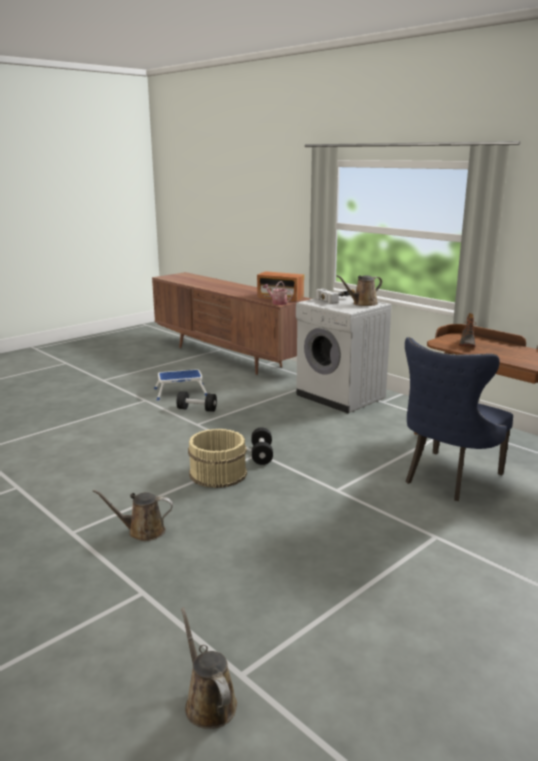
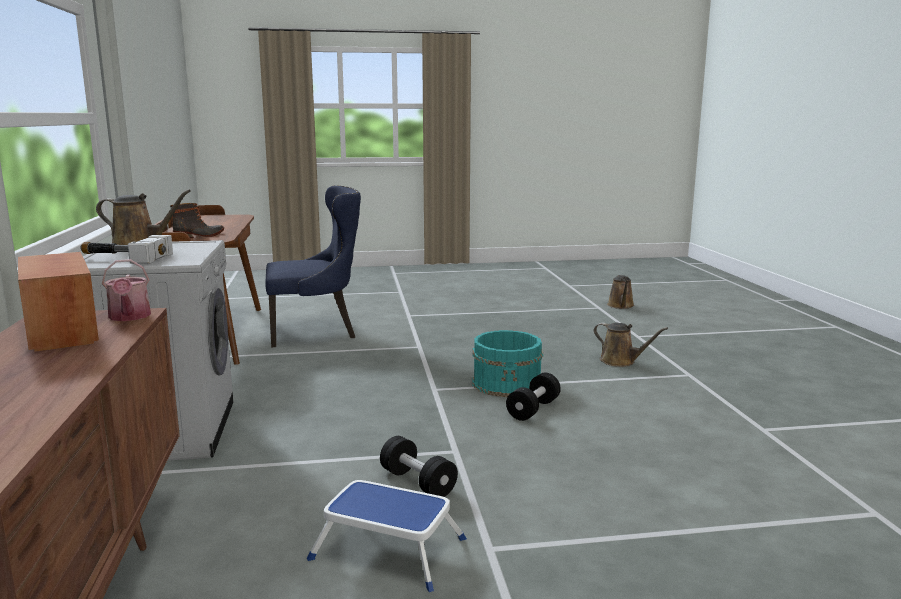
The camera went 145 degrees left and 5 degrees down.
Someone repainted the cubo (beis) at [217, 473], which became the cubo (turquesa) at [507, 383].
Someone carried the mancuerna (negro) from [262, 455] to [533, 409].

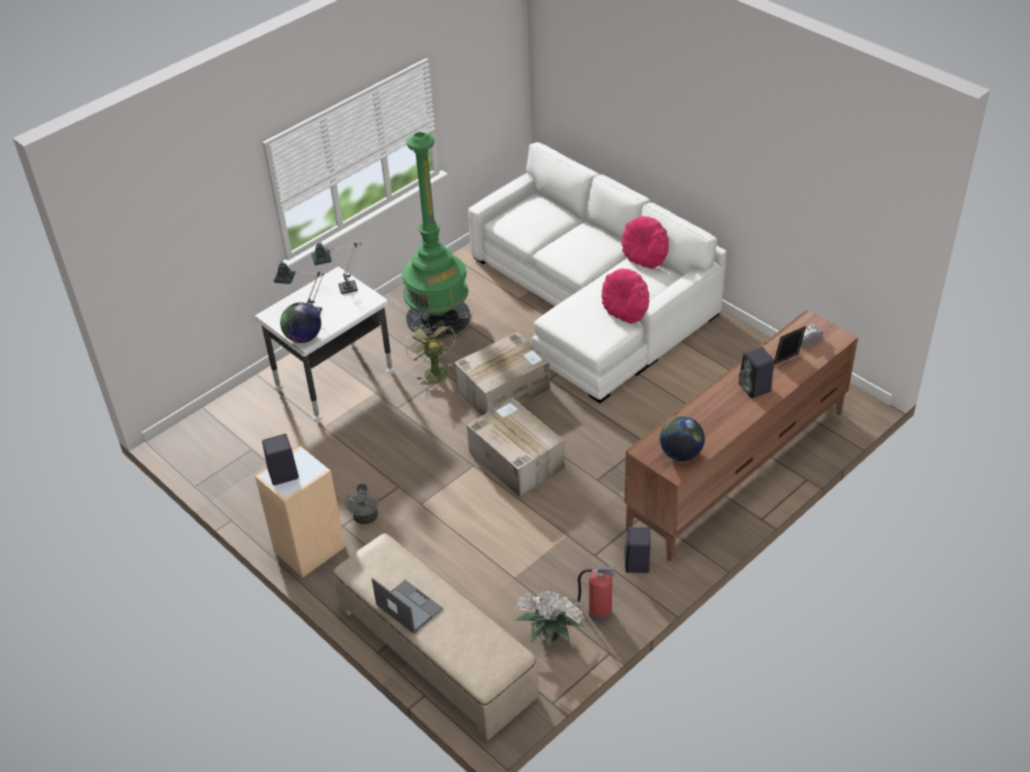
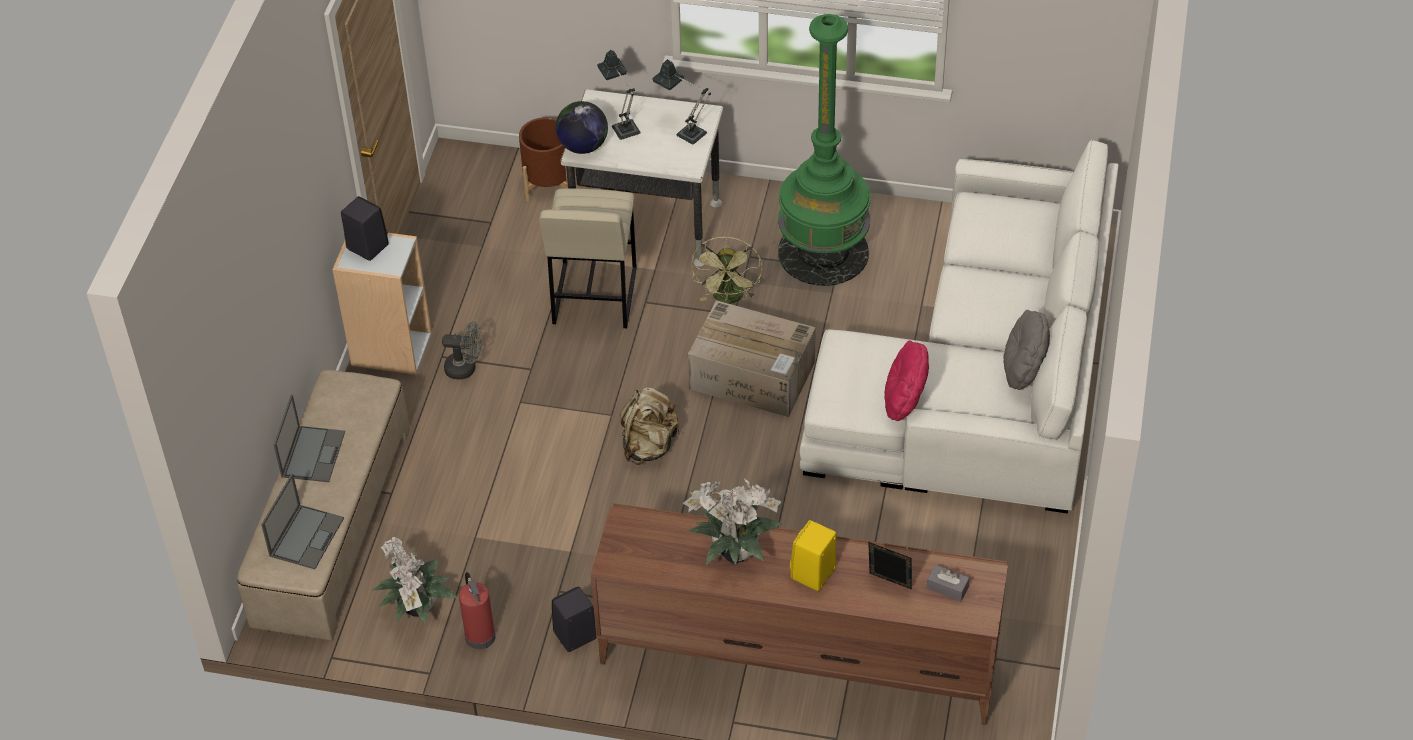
The camera went 55 degrees right and 5 degrees up.
Someone rotated the ventilador (gris) at [365, 518] by 135 degrees counterclockwise.
Someone rotated the ventilador (verde) at [433, 371] by 150 degrees clockwise.
Someone swapped the caja de cartón at [515, 459] for the mochila (beis) at [649, 446].
Someone repainted the cojín (rosa) at [644, 260], which became the cojín (gris) at [1023, 372].
Someone took away the globo terráqueo at [681, 454].
Someone repainted the altavoz (negro) at [755, 388], which became the altavoz (amarillo) at [812, 574].
Someone put down the portátil at [307, 536].
Someone put down the maceta (marrón) at [548, 184].
Someone put down the silla (beis) at [594, 298].
Someone put down the planta en maceta at [732, 553].

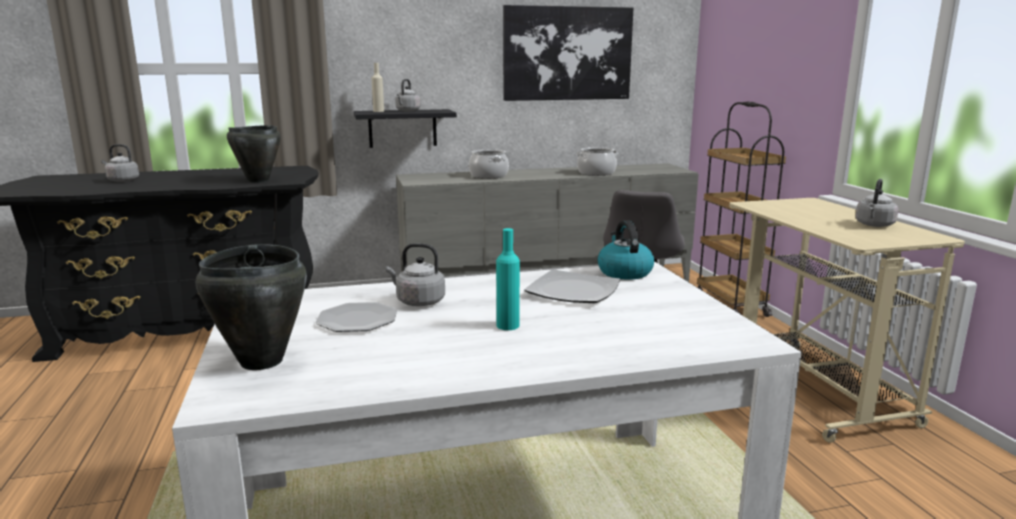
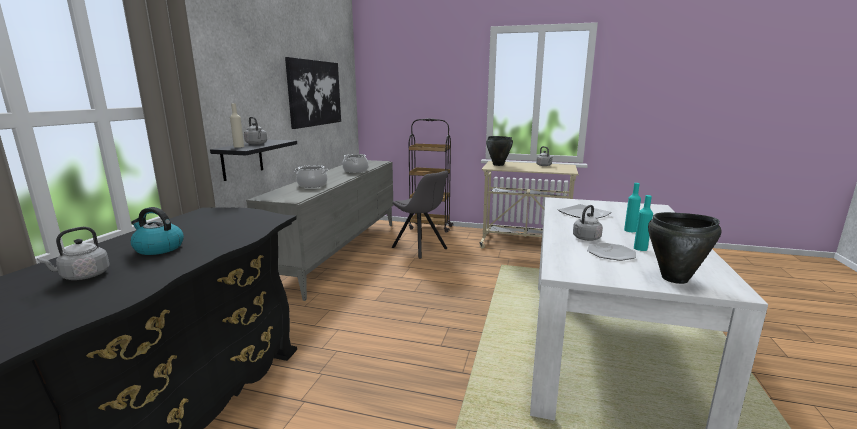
The camera went 60 degrees left and 0 degrees up.
Someone carried the olla (negro) from [257, 180] to [498, 165].
Someone carried the hervidor from [624, 272] to [158, 248].
Someone put down the botella (turquesa) at [640, 248].

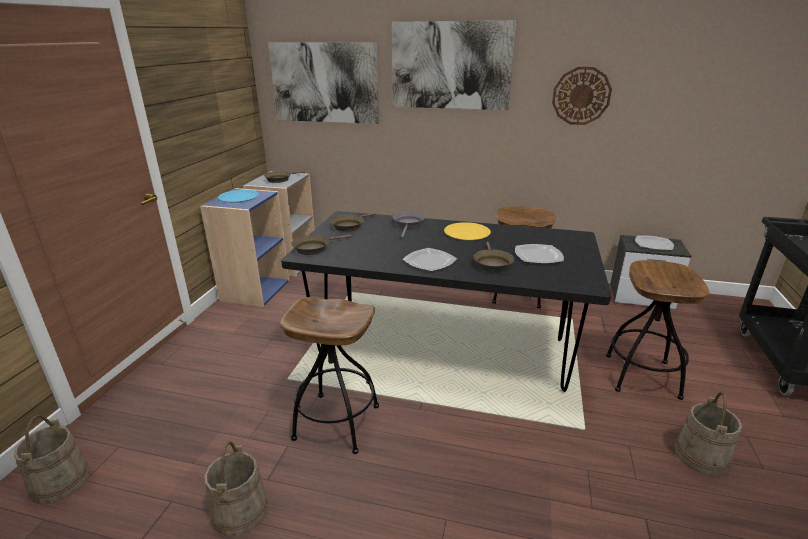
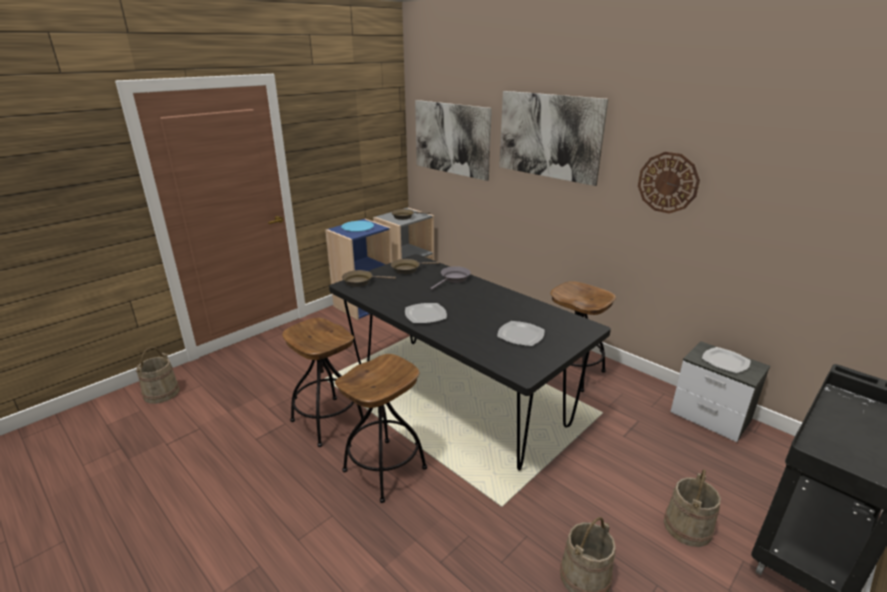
The camera went 30 degrees right and 0 degrees up.
Someone carried the cubo (beis) from [239, 511] to [687, 527].
Someone took away the plato (amarillo) at [467, 232].
Someone took away the sartén (marrón) at [492, 263].
Someone carried the taburete (marrón) from [642, 376] to [384, 469].

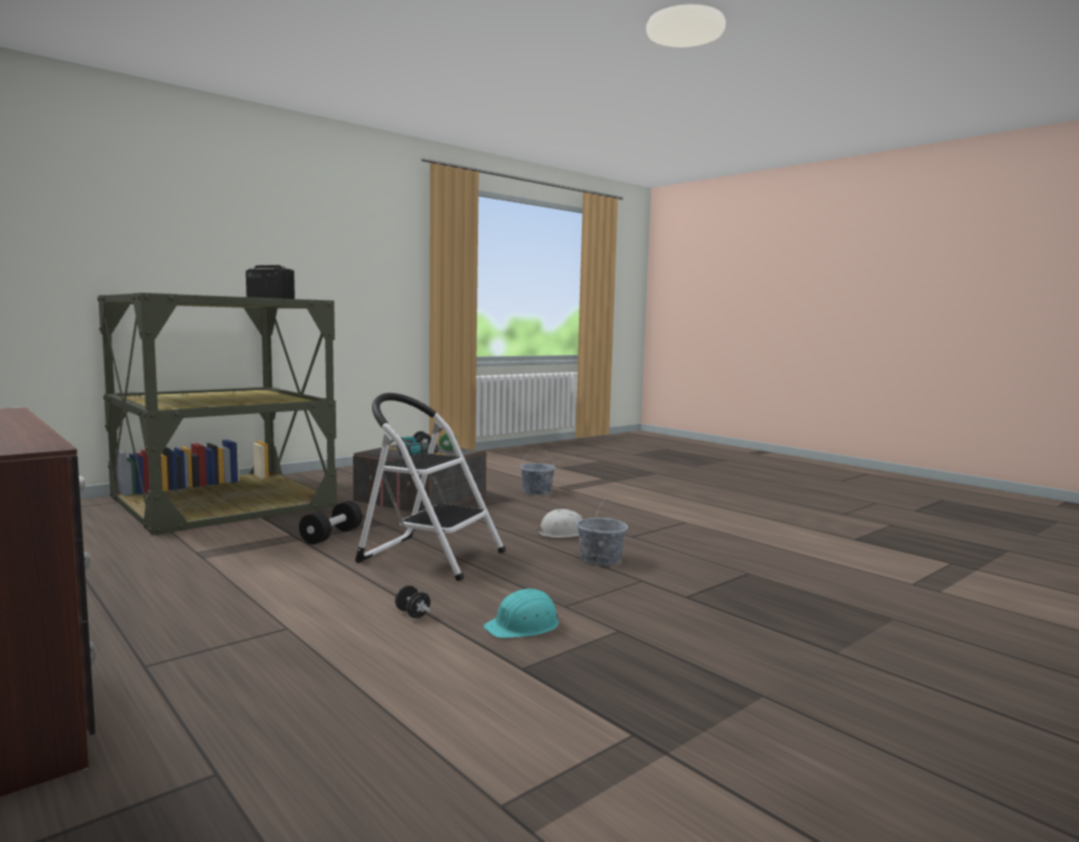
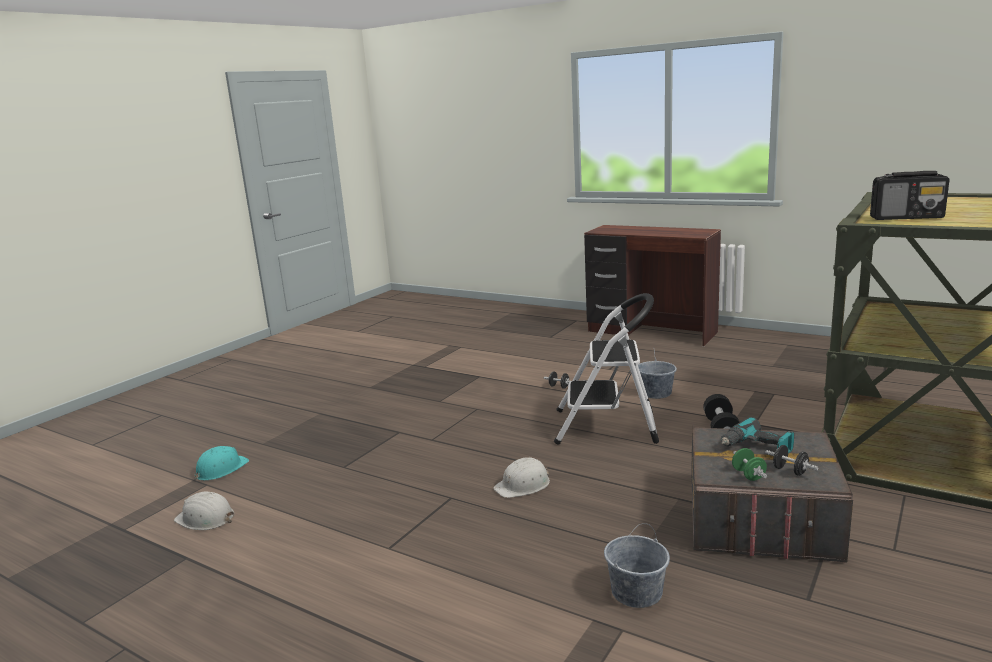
The camera went 165 degrees right and 10 degrees up.
Someone carried the casco (turquesa) from [523, 626] to [221, 469].
Someone carried the cubo (gris) from [600, 559] to [655, 393].
Someone put down the casco (blanco) at [205, 518].

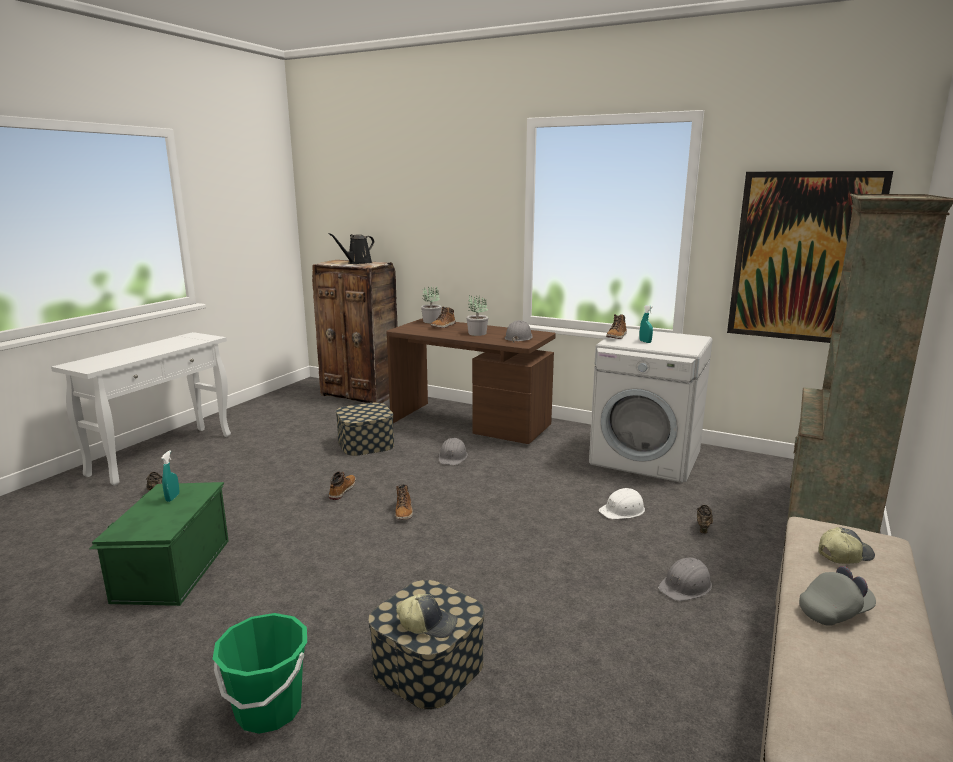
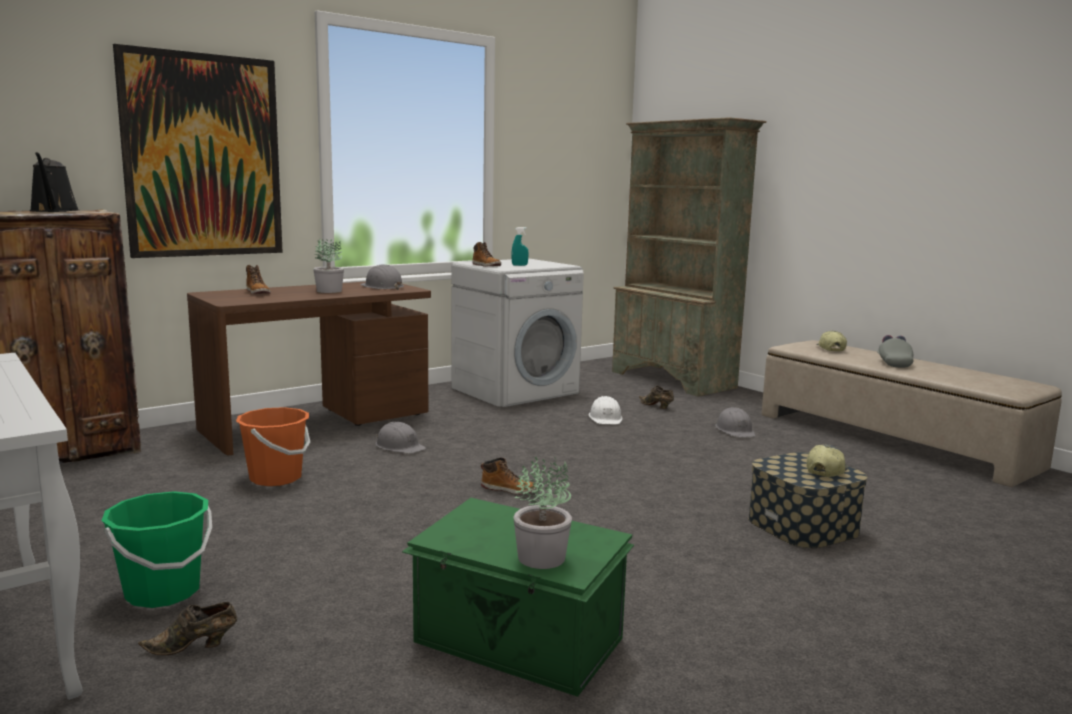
The camera went 65 degrees left and 5 degrees down.
Someone took away the pulverizador (turquesa) at [172, 498].
Someone carried the cubo (verde) from [269, 709] to [163, 592].
Someone took away the bota at [342, 490].
Someone swapped the caja de almacenaje at [366, 443] for the cubo (naranja) at [276, 478].
Someone carried the planta en maceta from [431, 321] to [542, 557].
Someone carried the cuadro from [803, 258] to [203, 156].

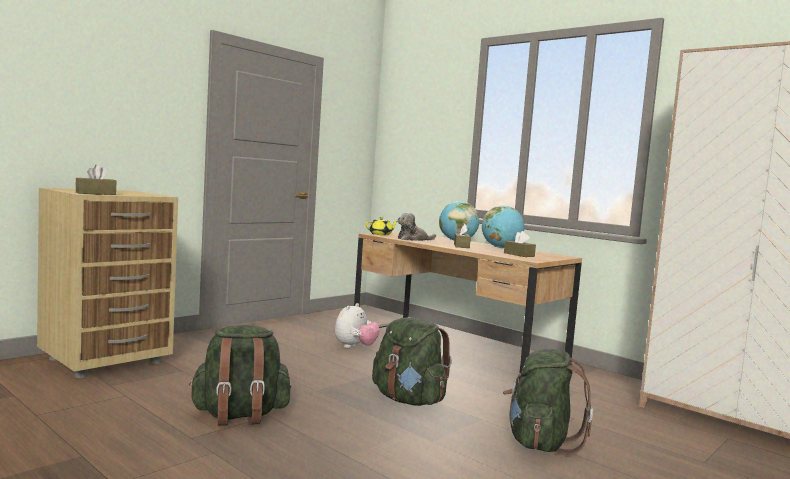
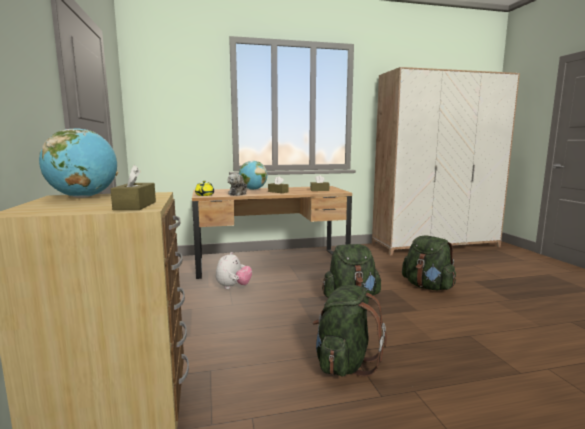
The camera went 55 degrees left and 5 degrees up.
Someone rotated the peluche at [355, 347] by 45 degrees clockwise.
Someone carried the globo terráqueo from [501, 248] to [84, 197].

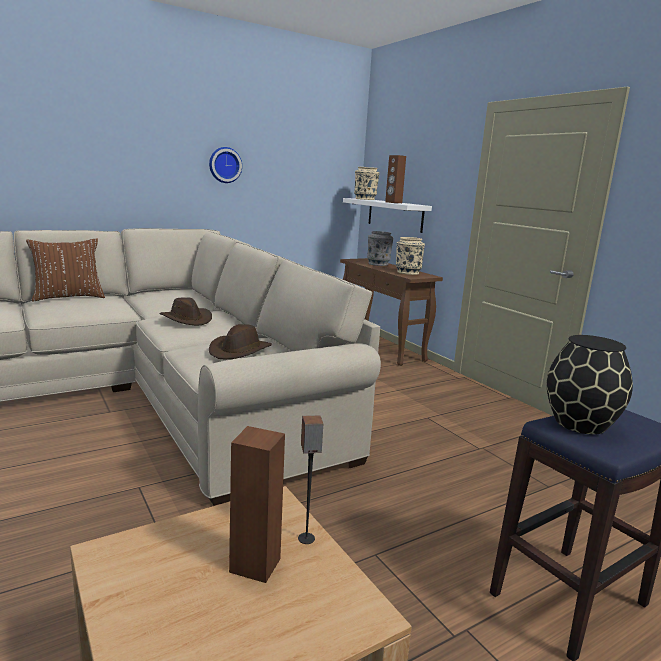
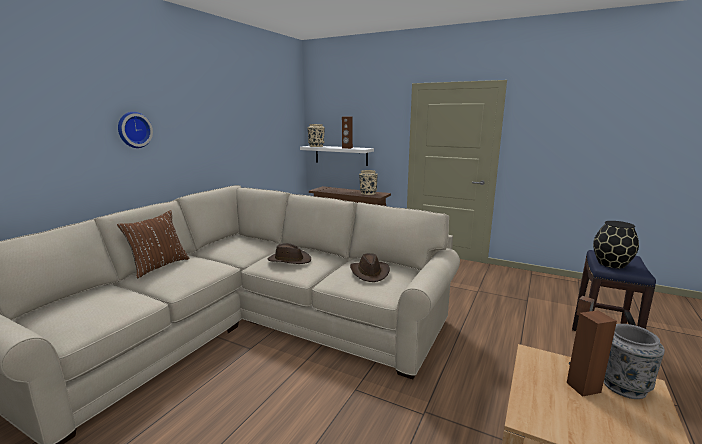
The camera went 30 degrees left and 0 degrees up.
Someone carried the reloj de pared from [224, 165] to [133, 130].
Someone carried the florero (gris) from [378, 264] to [623, 385].

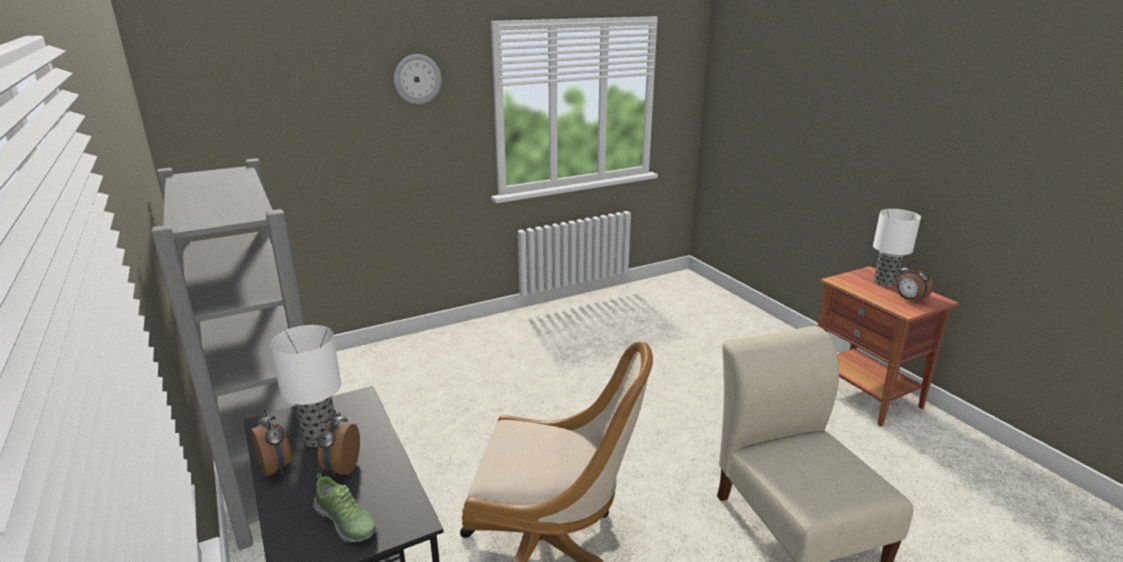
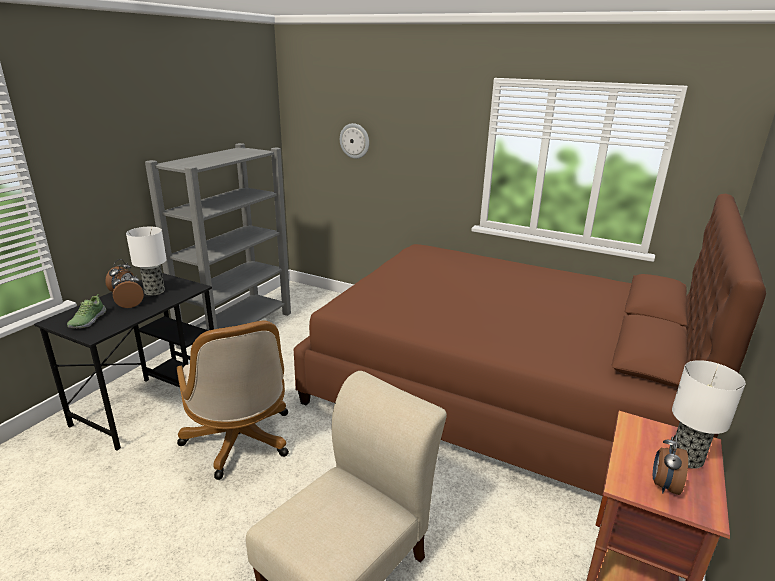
The camera went 55 degrees right and 0 degrees up.
Someone carried the reloj de pared from [417, 79] to [355, 141].
Someone put down the cama (marrón) at [499, 391].

